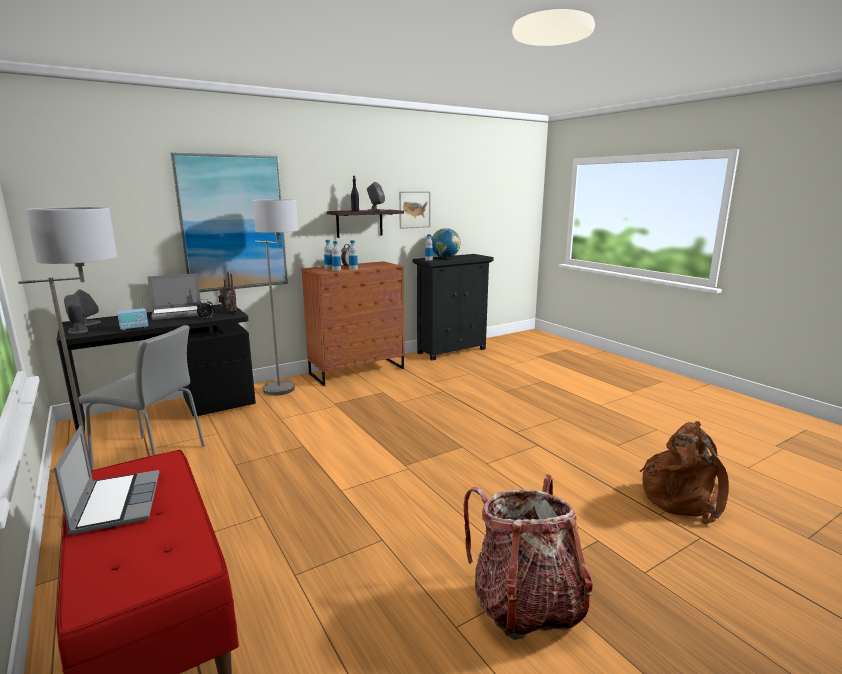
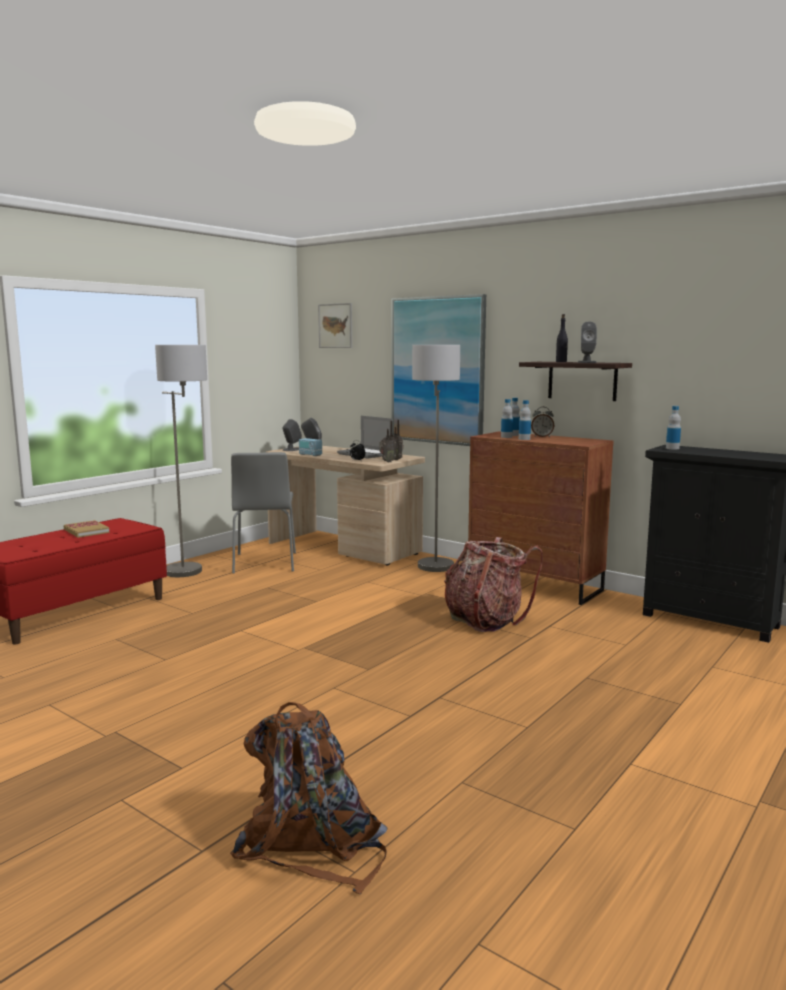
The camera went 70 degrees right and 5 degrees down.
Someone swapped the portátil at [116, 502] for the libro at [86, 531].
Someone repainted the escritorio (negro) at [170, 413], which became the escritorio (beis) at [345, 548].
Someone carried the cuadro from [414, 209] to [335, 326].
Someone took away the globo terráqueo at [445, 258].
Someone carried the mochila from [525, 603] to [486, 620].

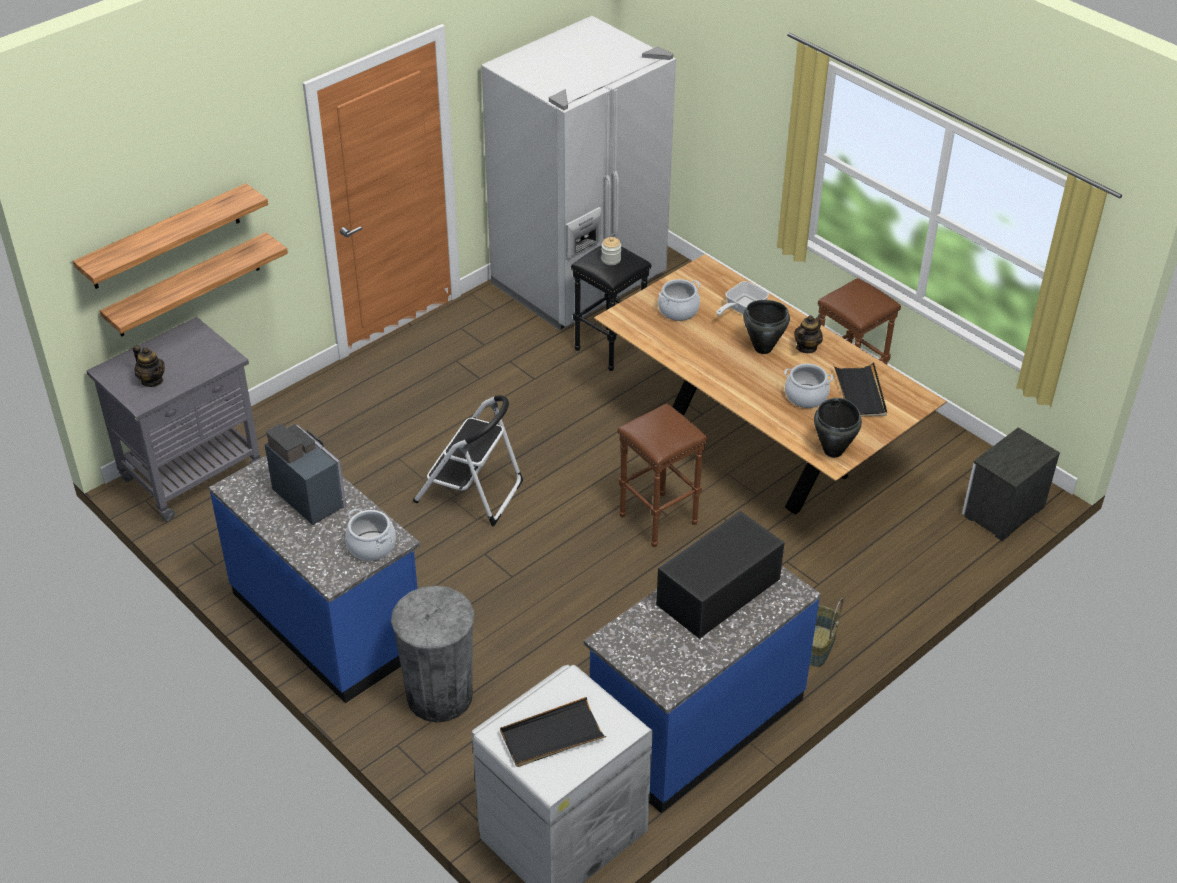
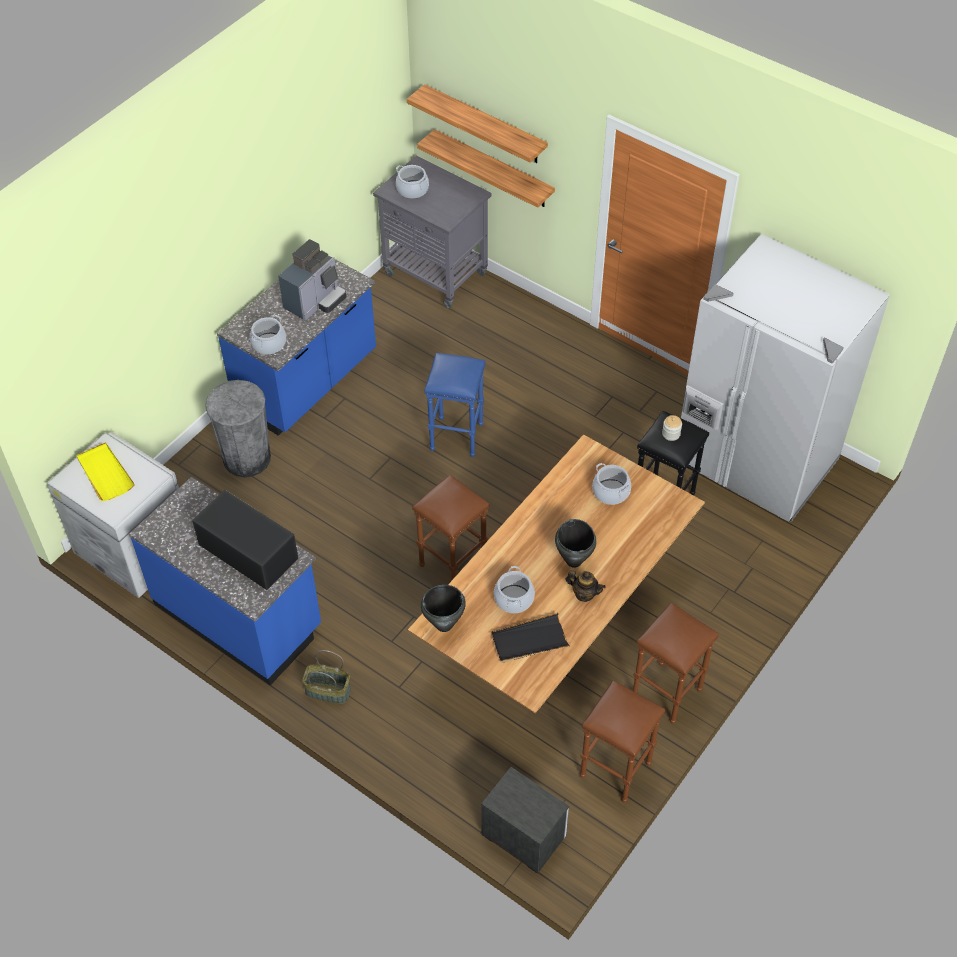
The camera went 80 degrees right and 10 degrees up.
Someone swapped the tetera at [152, 380] for the olla at [412, 189].
Someone swapped the escalera de tijera at [472, 493] for the taburete (azul) at [455, 437].
Someone repainted the bandeja (negro) at [552, 736], which became the bandeja (amarillo) at [105, 473].
Someone took away the sartén at [741, 309].
Someone put down the taburete (marrón) at [616, 771].

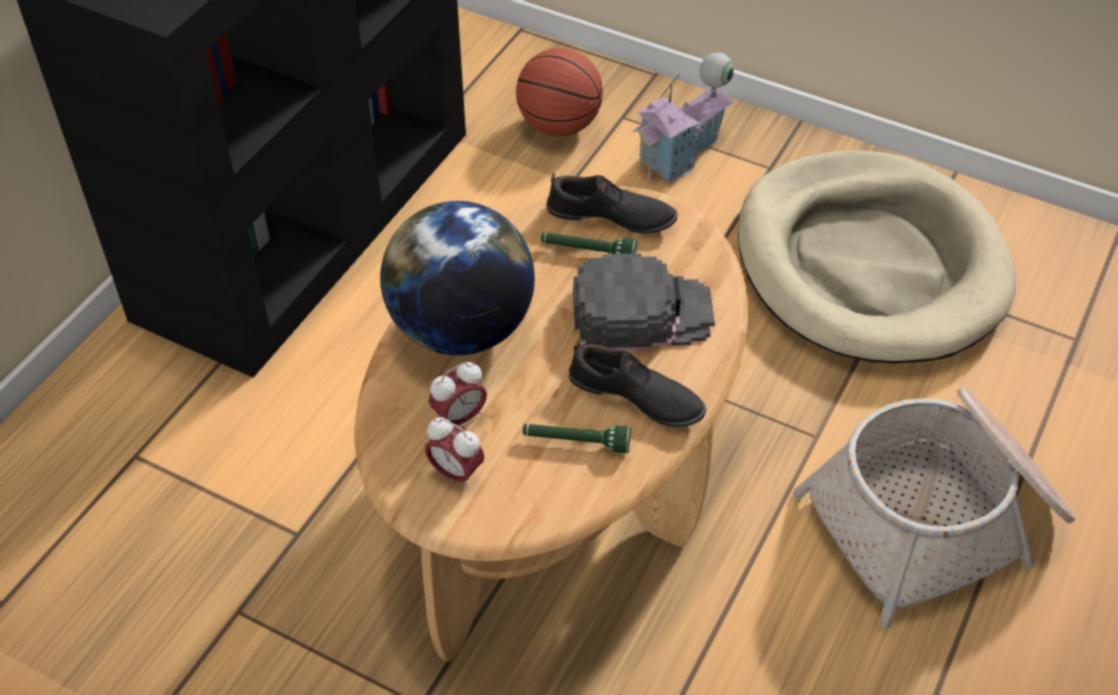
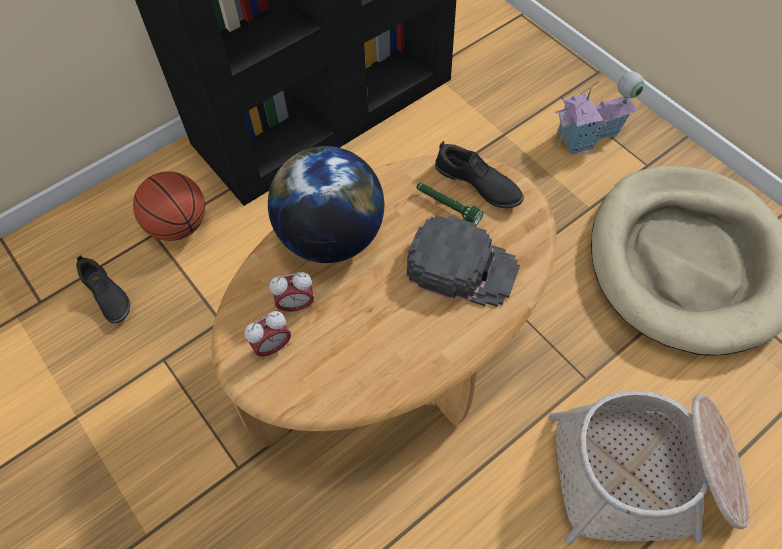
The camera went 25 degrees right and 10 degrees up.
Someone rotated the despertador at [456, 473] by 90 degrees counterclockwise.
Someone carried the balón de baloncesto from [559, 125] to [179, 225].
Someone took away the linterna (verde) at [576, 442].
Someone carried the zapato (negro) from [636, 397] to [106, 295].

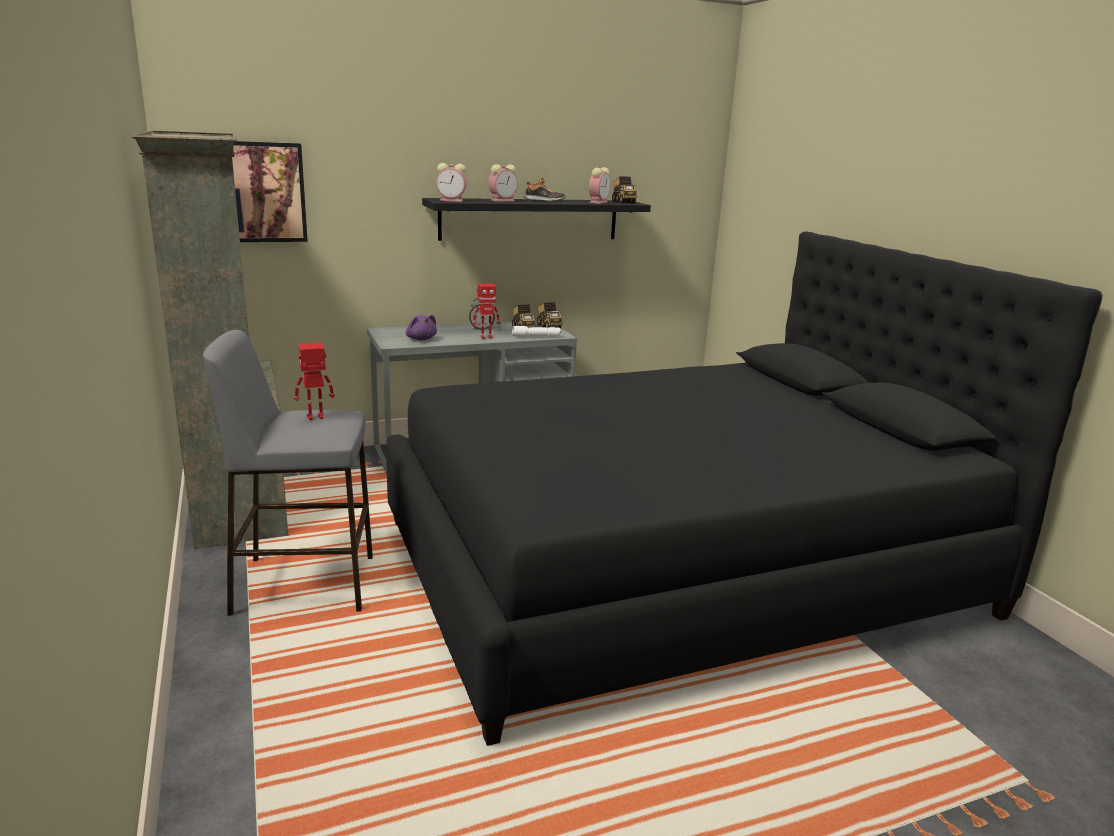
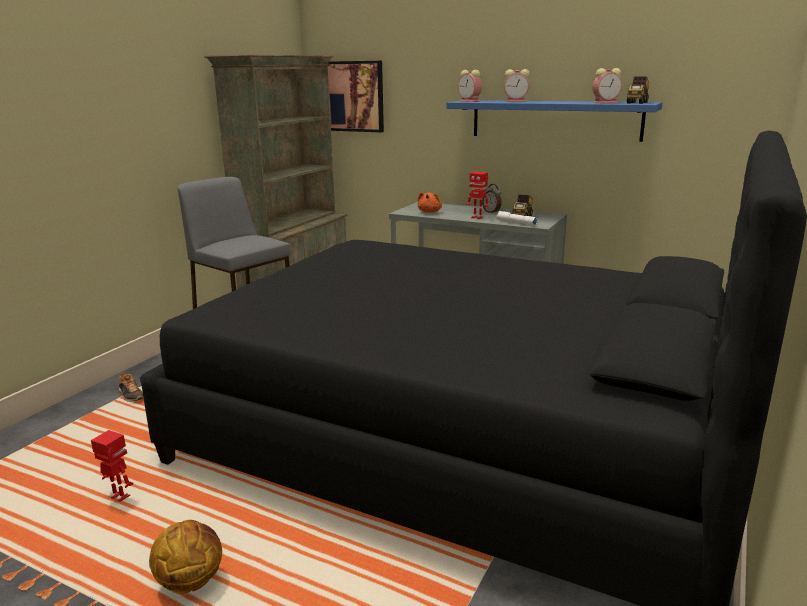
The camera went 50 degrees right and 0 degrees up.
Someone carried the robot de juguete from [316, 417] to [119, 498].
Someone repainted the peluche (morado) at [421, 339], which became the peluche (naranja) at [429, 212].
Someone repainted the estante (negro) at [530, 219], which became the estante (azul) at [554, 120].
Someone carried the zapato from [544, 200] to [131, 395].
Someone took away the camión de juguete at [548, 326].
Someone put down the balón de baloncesto at [191, 581].

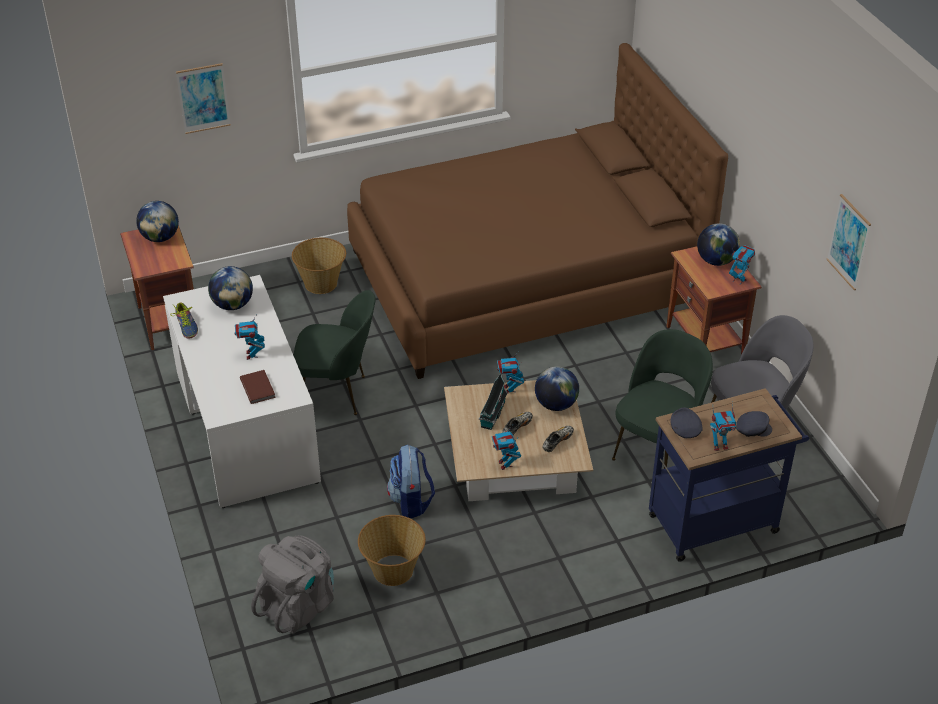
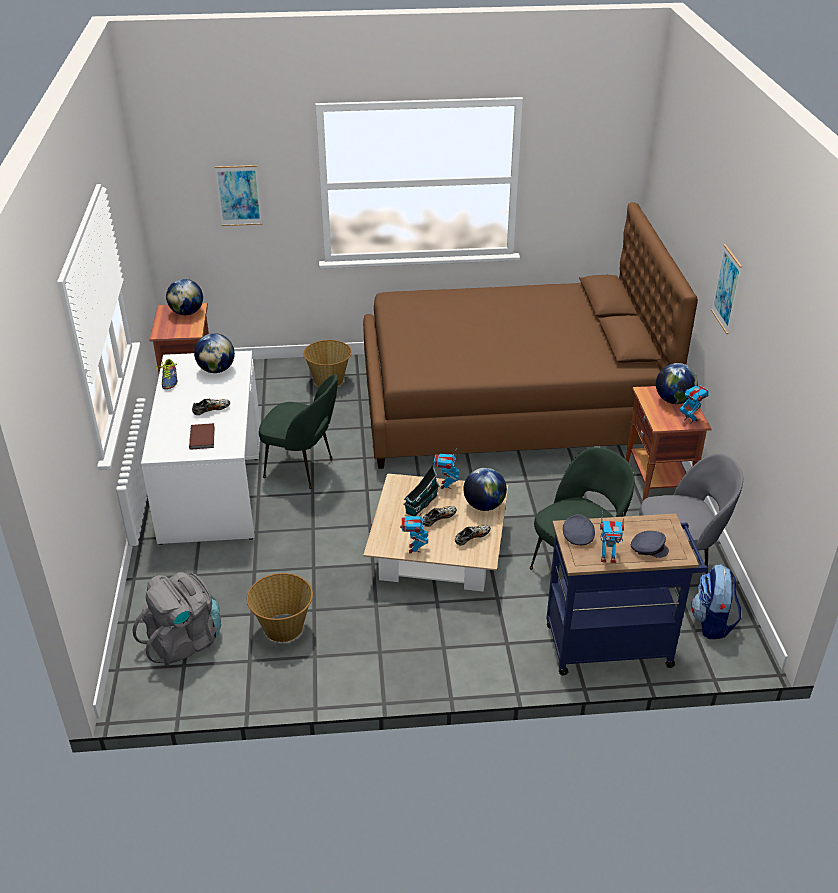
The camera went 15 degrees right and 5 degrees down.
Someone swapped the robot de juguete at [252, 355] for the zapato at [211, 410].
Someone carried the mochila from [411, 501] to [712, 623].
Someone carried the cuadro from [849, 242] to [726, 289].

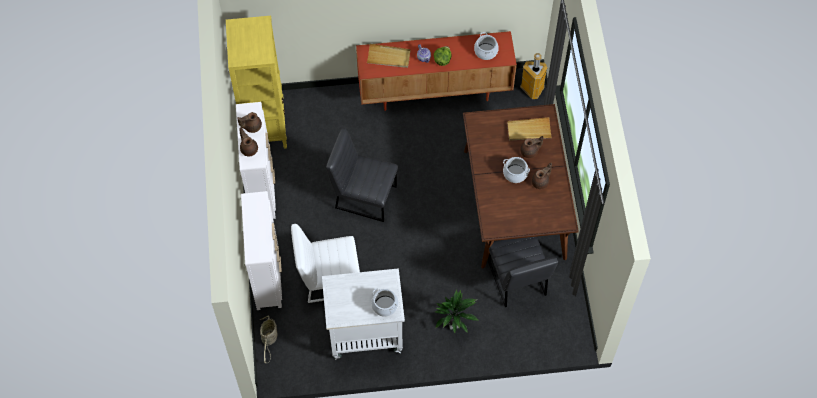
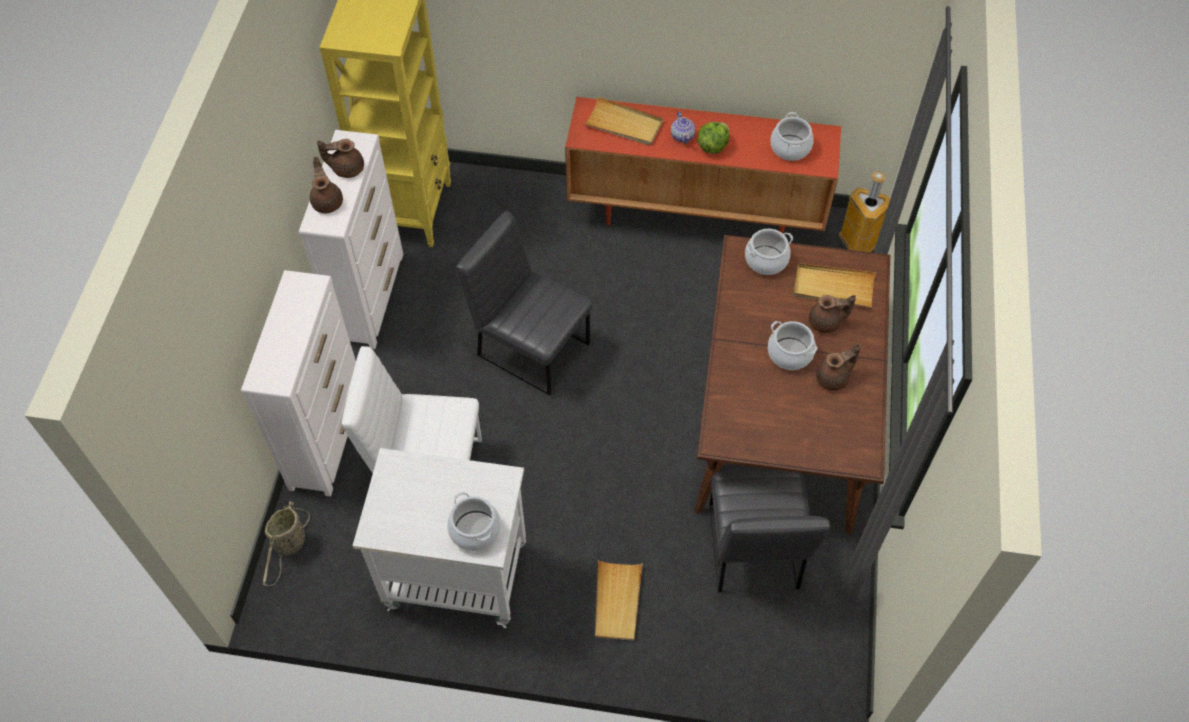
The camera went 15 degrees right and 5 degrees down.
Someone swapped the planta en maceta at [454, 325] for the bandeja (beis) at [617, 601].
Someone put down the olla at [766, 260].

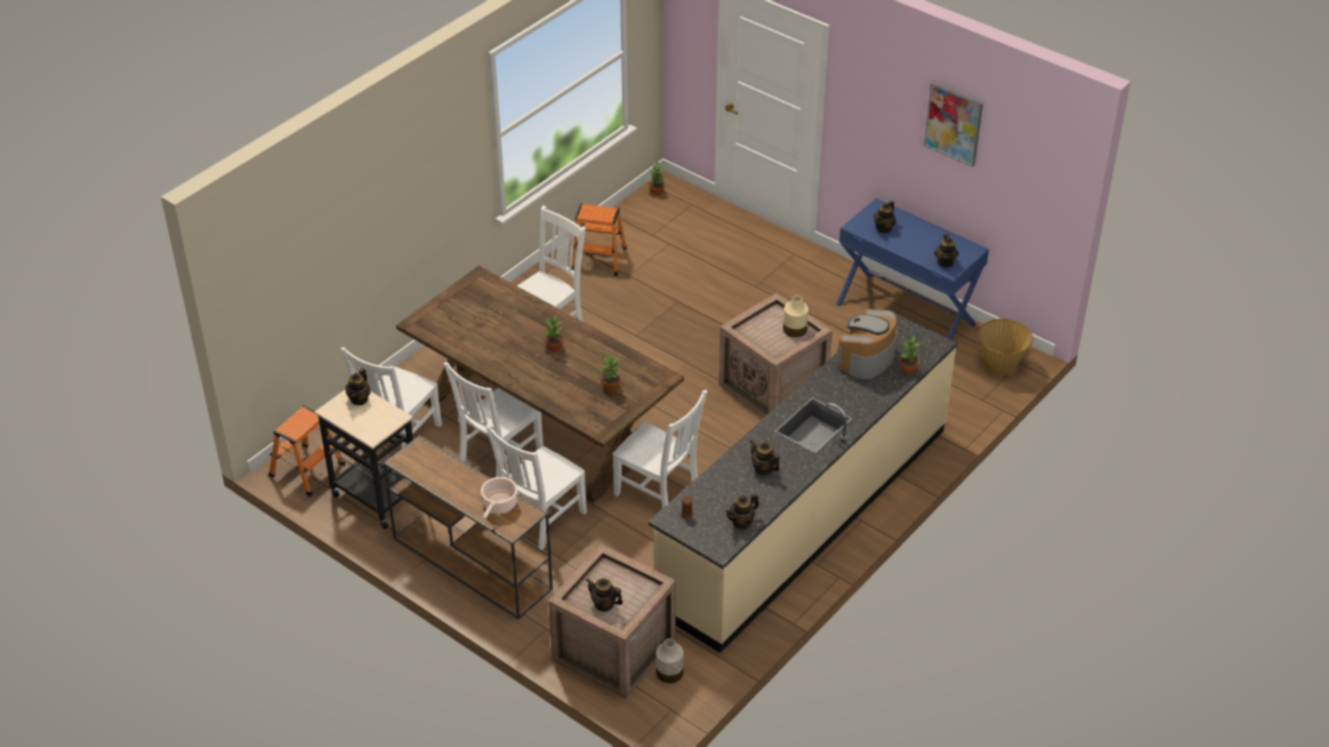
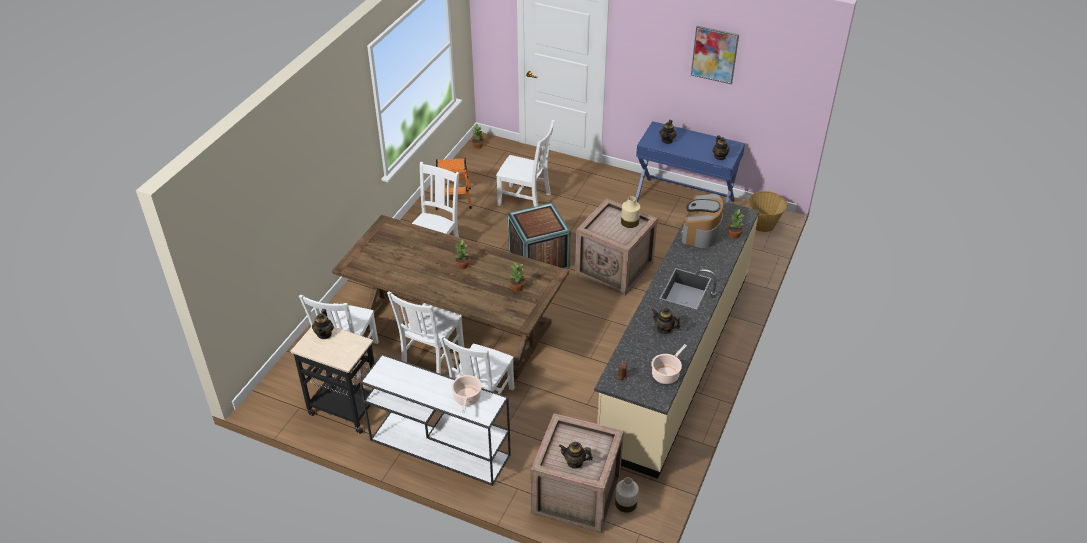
The camera went 15 degrees left and 0 degrees up.
Someone took away the escalera de tijera (naranja) at [307, 469].
Someone repainted the mesa consola (marrón) at [470, 563], which became the mesa consola (blanco) at [438, 447].
Someone carried the silla (blanco) from [659, 494] to [526, 200].
Someone swapped the tetera at [742, 522] for the olla at [666, 374].
Someone put down the caja de embalaje at [538, 258].

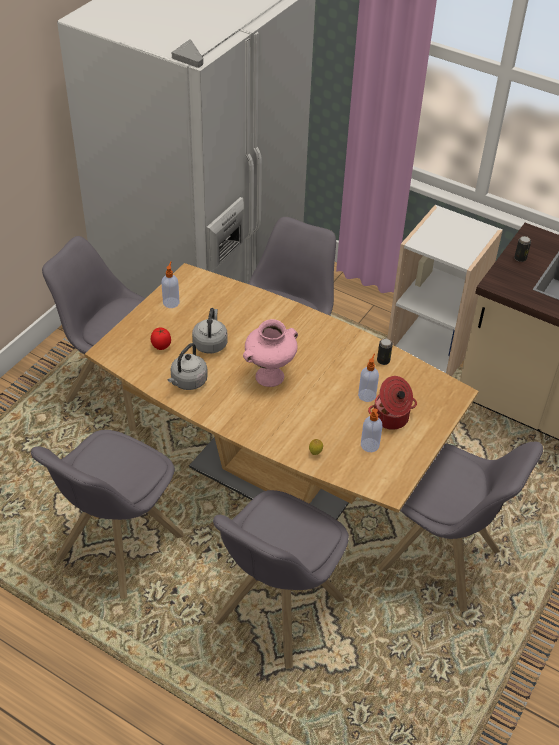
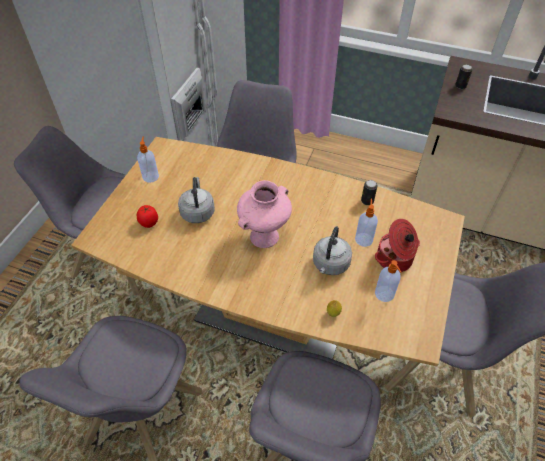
The camera went 10 degrees left and 5 degrees up.
Someone carried the hervidor (gris) from [188, 382] to [330, 265].
Someone took away the estantería at [432, 349].

